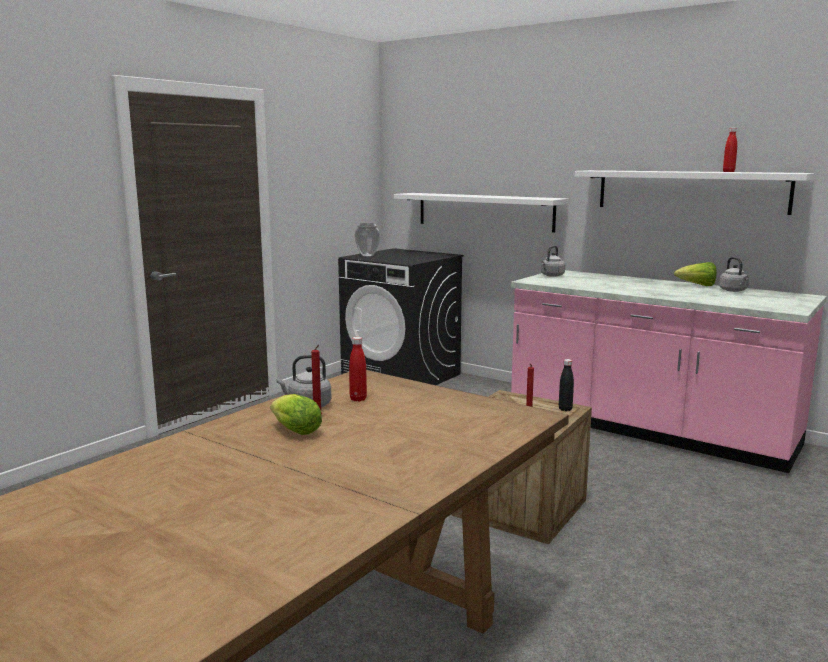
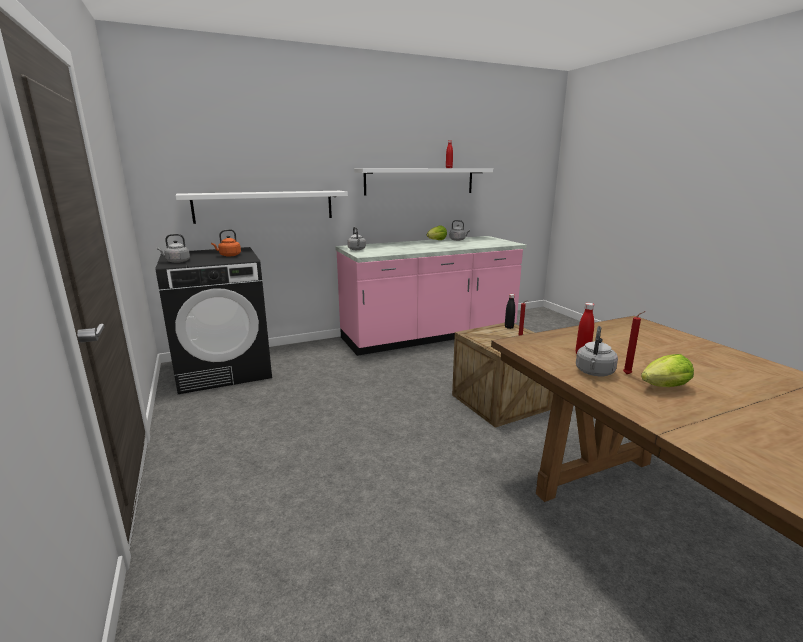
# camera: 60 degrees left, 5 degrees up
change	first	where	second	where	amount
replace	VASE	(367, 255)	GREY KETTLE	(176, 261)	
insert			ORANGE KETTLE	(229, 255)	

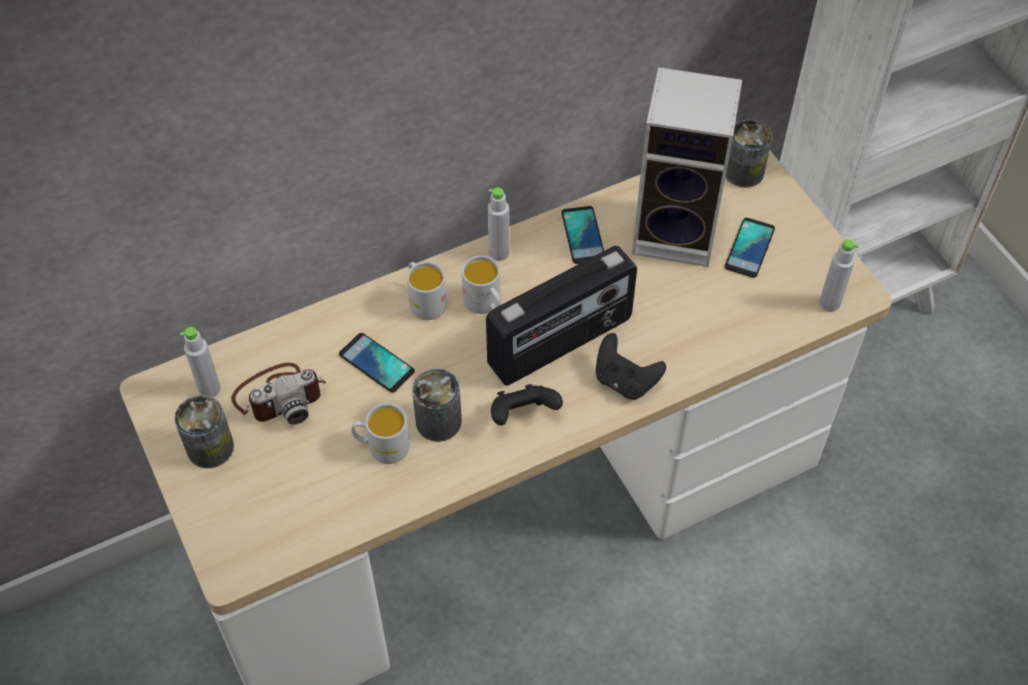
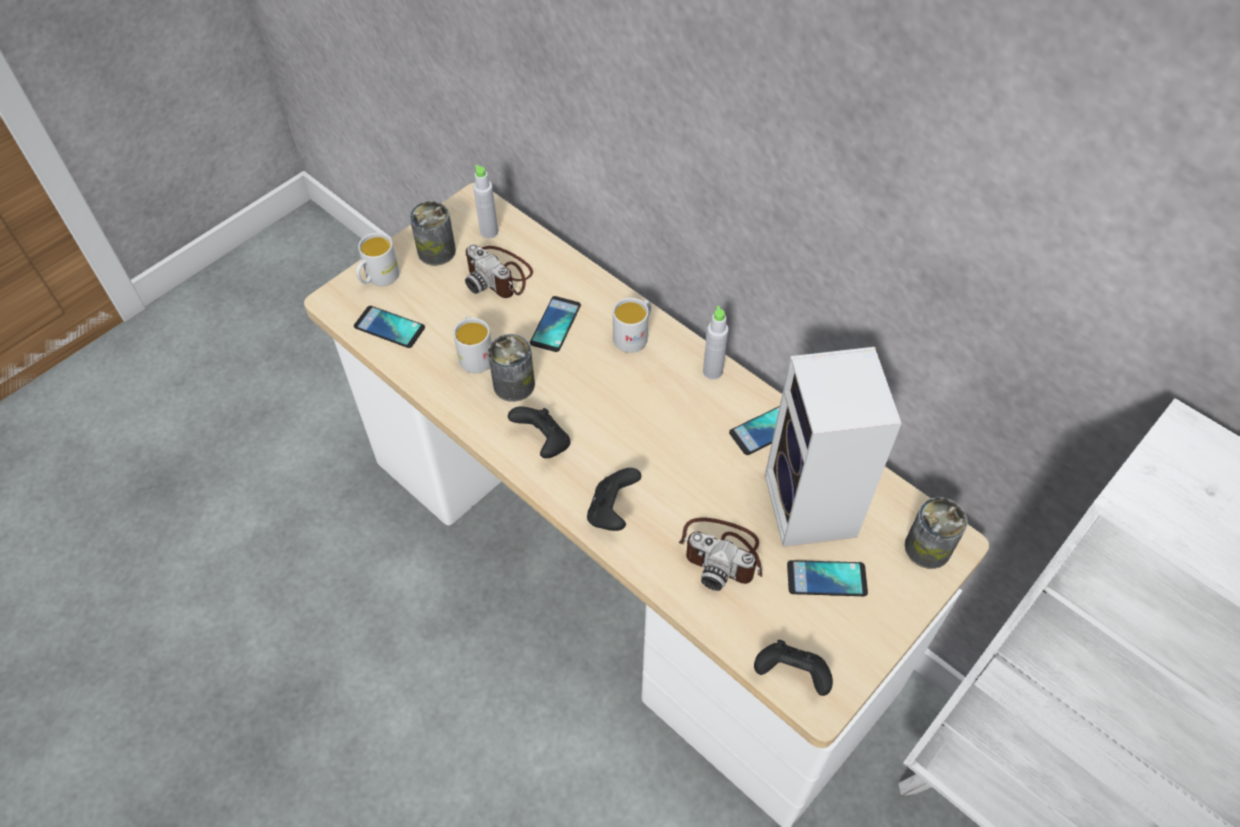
# camera: 70 degrees right, 0 degrees up
change	first	where	second	where	amount
replace	GREY BOTTLE	(829, 303)	BLACK GAME CONTROLLER	(791, 675)	
delete	RADIO	(561, 343)			
move	WHITE MUG	(485, 304)		(378, 278)	
insert			PHONE	(389, 327)	
insert			PHOTO CAMERA	(722, 553)	

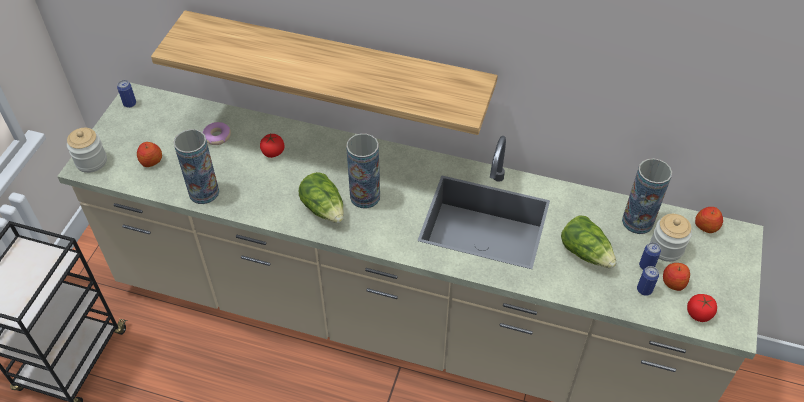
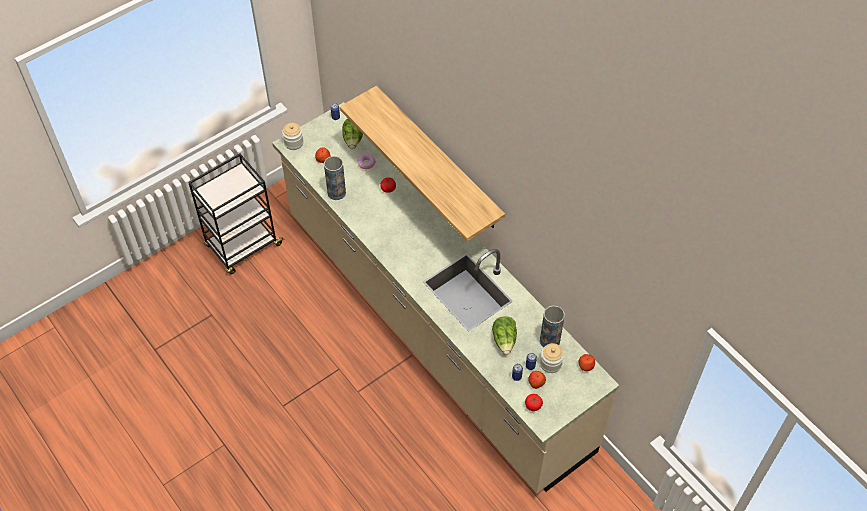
# camera: 35 degrees right, 5 degrees up
change	first	where	second	where	amount
delete	VASE	(365, 196)			
move	LETTUCE	(324, 208)		(353, 139)	

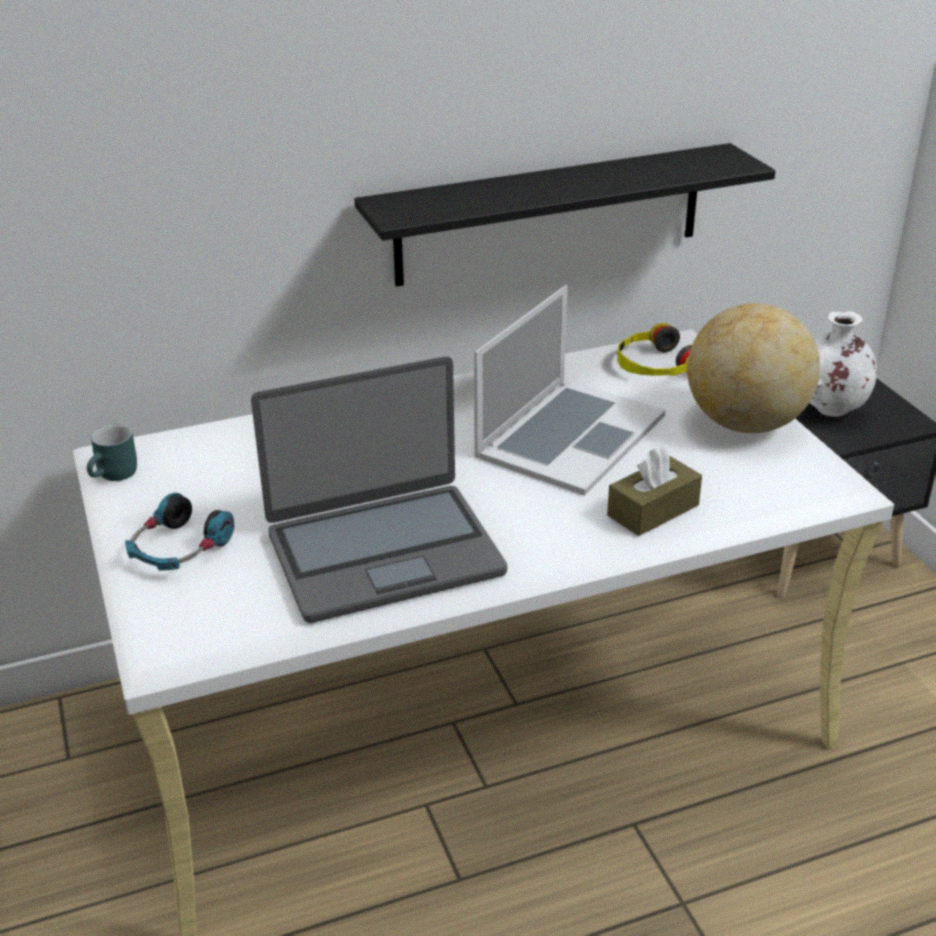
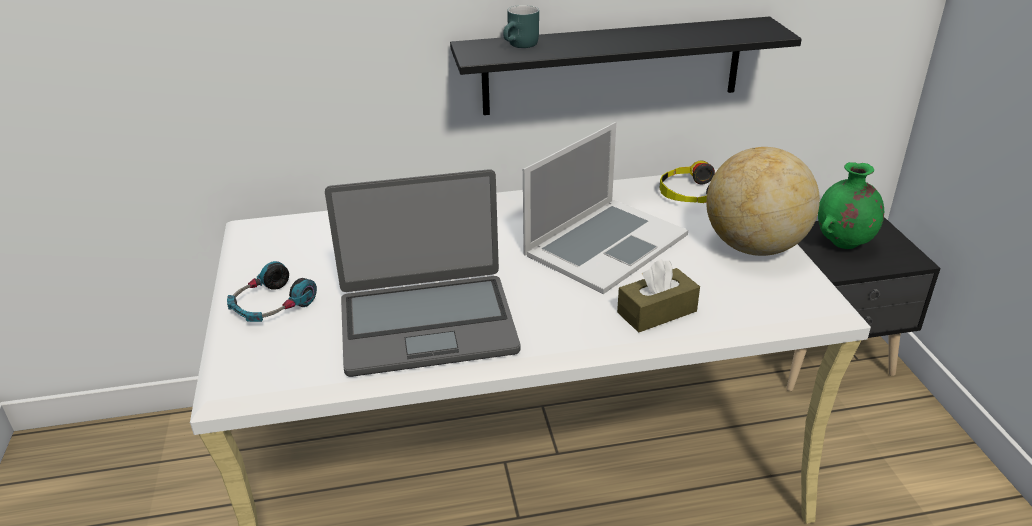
# camera: 10 degrees right, 0 degrees up
change	first	where	second	where	amount
recolor	WHITE VASE	(830, 411)	GREEN VASE	(843, 244)	
move	TURQUOISE MUG	(116, 476)		(522, 45)	

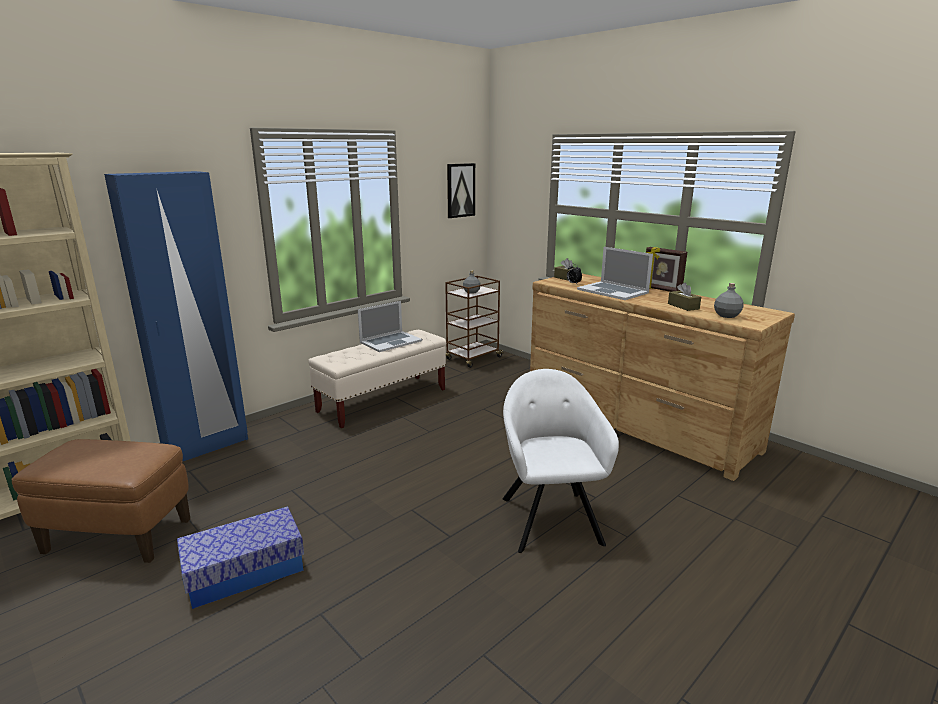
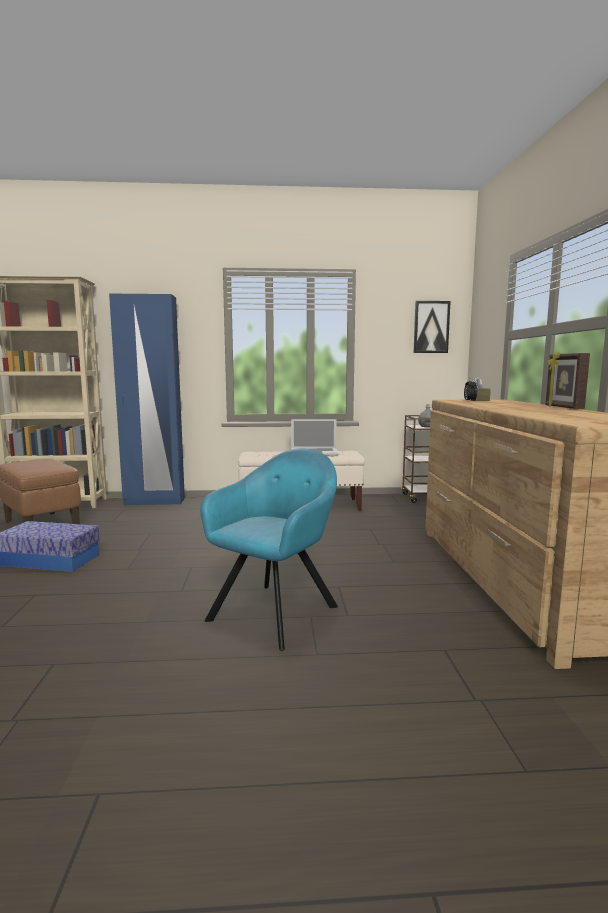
# camera: 40 degrees right, 10 degrees down
change	first	where	second	where	amount
delete	LAPTOP	(613, 291)			
delete	BROWN TISSUE BOX	(683, 306)			
delete	GREY BOTTLE	(727, 316)			
recolor	WHITE ARMCHAIR	(549, 517)	TURQUOISE ARMCHAIR	(276, 611)	

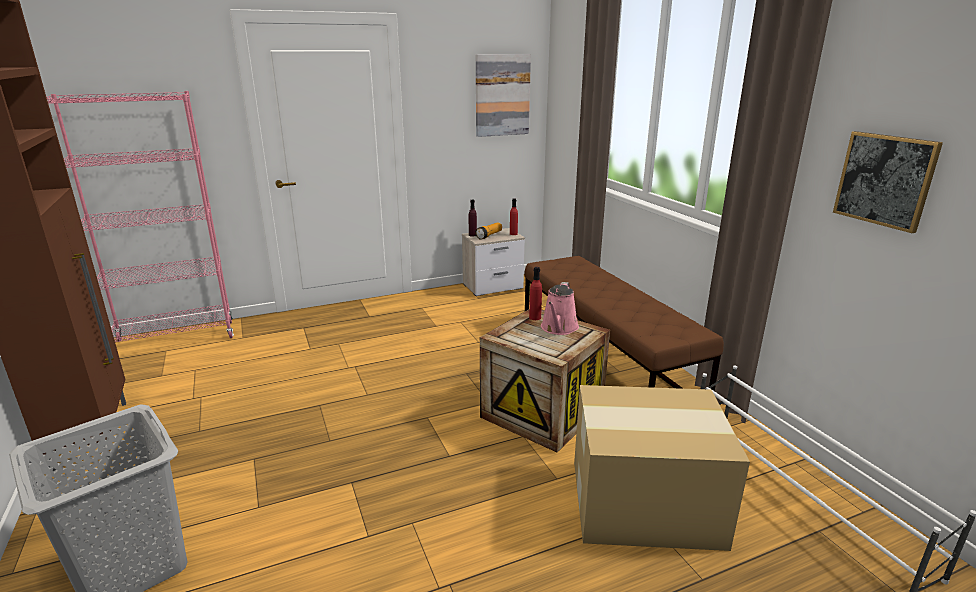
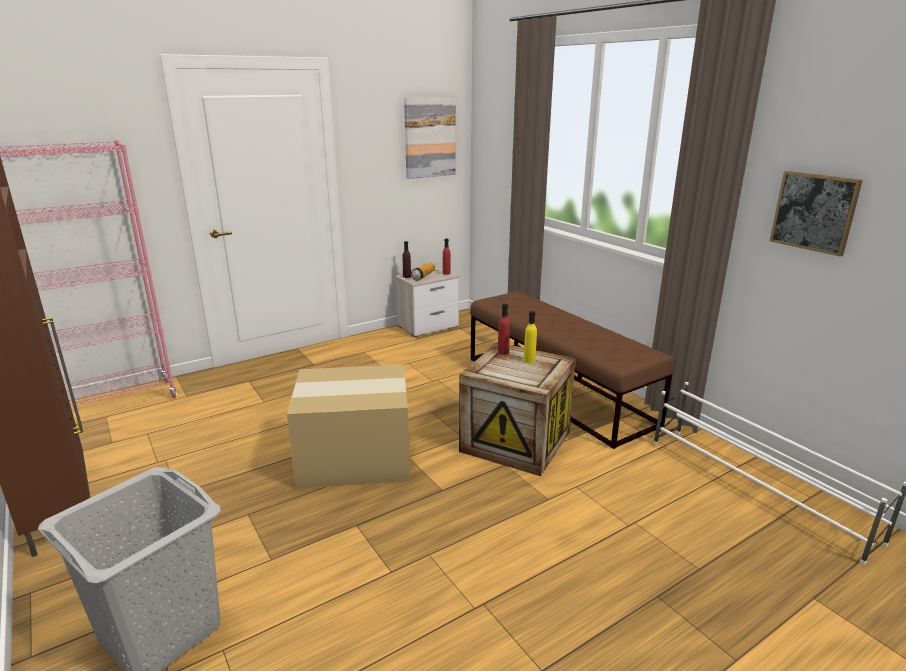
# camera: 10 degrees left, 0 degrees up
change	first	where	second	where	amount
replace	PINK WATERING CAN	(559, 328)	YELLOW BOTTLE	(529, 360)	
move	CARDBOARD BOX	(647, 503)		(357, 457)	

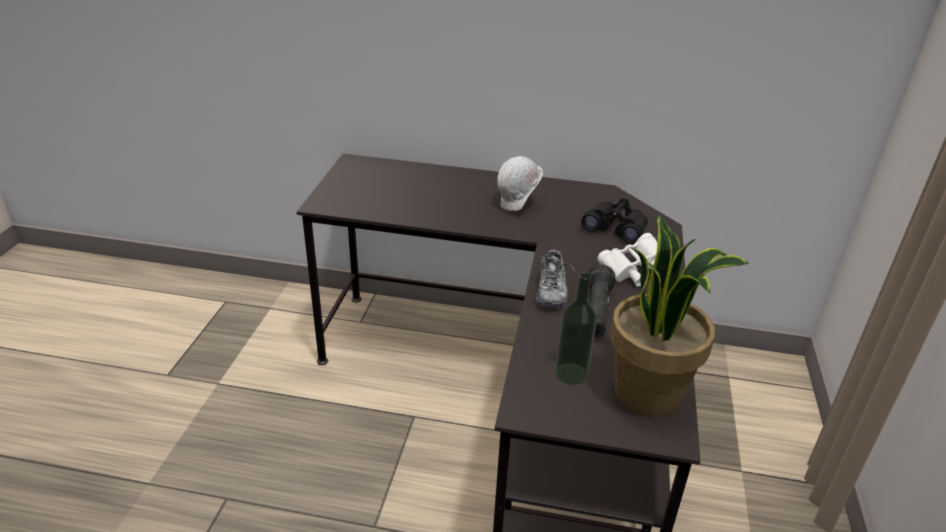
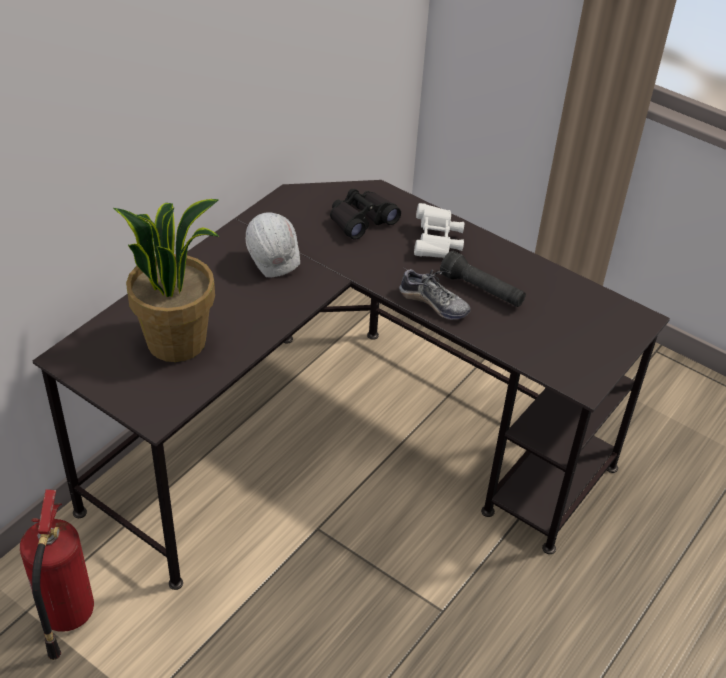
# camera: 65 degrees left, 10 degrees up
change	first	where	second	where	amount
move	POTTED PLANT	(649, 393)		(177, 341)	
delete	BOTTLE	(571, 373)			
insert			FIRE EXTINGUISHER	(65, 616)	

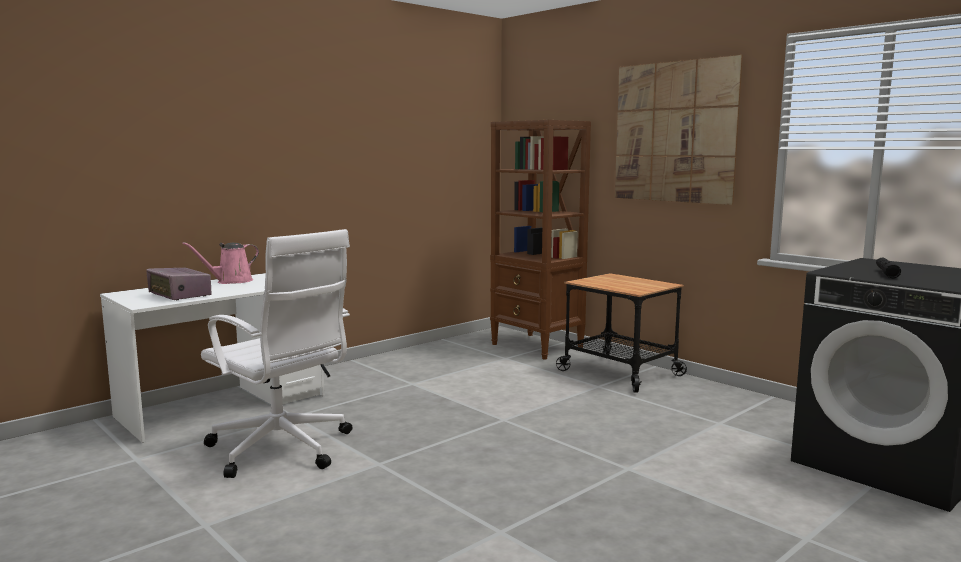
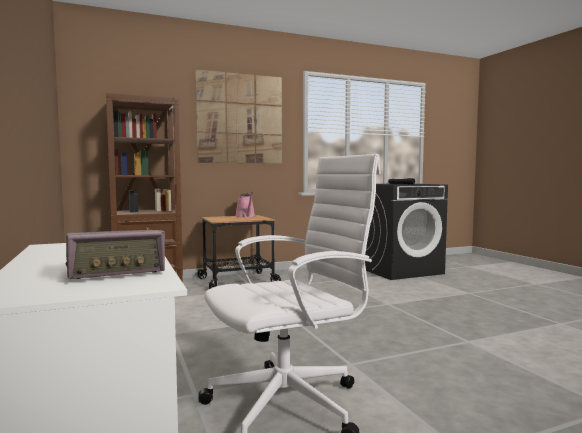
# camera: 70 degrees left, 5 degrees down
change	first	where	second	where	amount
move	PINK WATERING CAN	(231, 281)		(246, 217)	

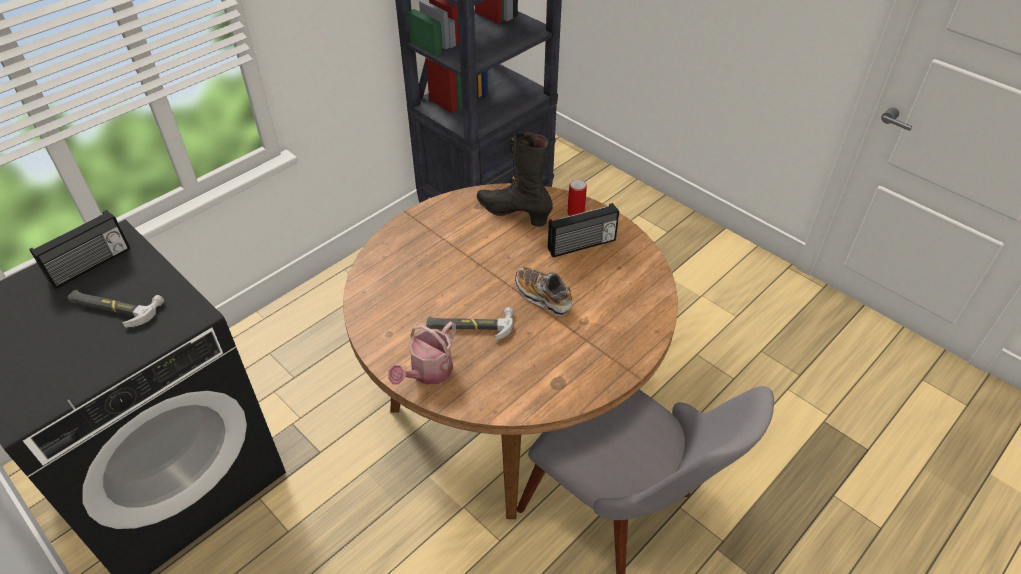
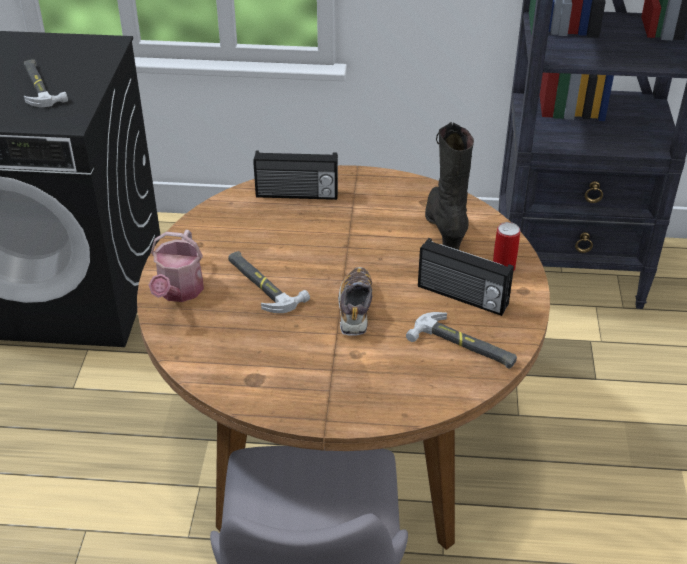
# camera: 50 degrees right, 5 degrees down
change	first	where	second	where	amount
move	RADIO	(91, 265)		(297, 195)	
rotate	WATERING CAN	(428, 373)		(179, 292)	75 degrees counterclockwise
insert			HAMMER	(463, 346)	

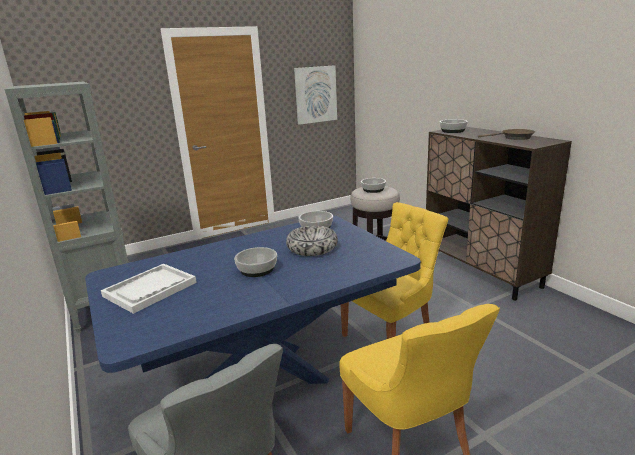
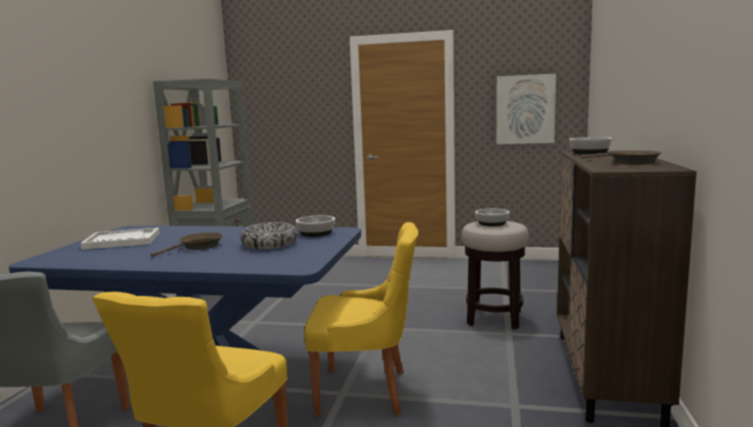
# camera: 40 degrees right, 10 degrees down
change	first	where	second	where	amount
replace	BOWL	(257, 269)	BROWN FRYING PAN	(198, 247)	

